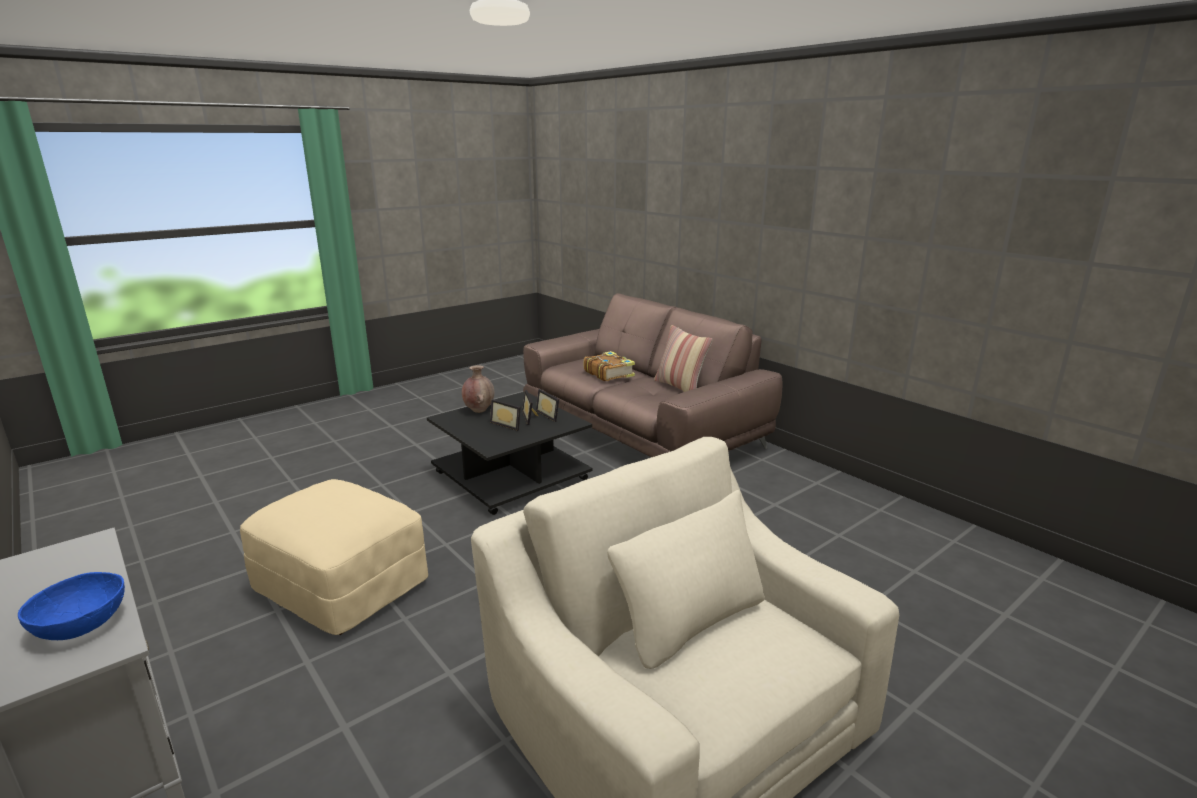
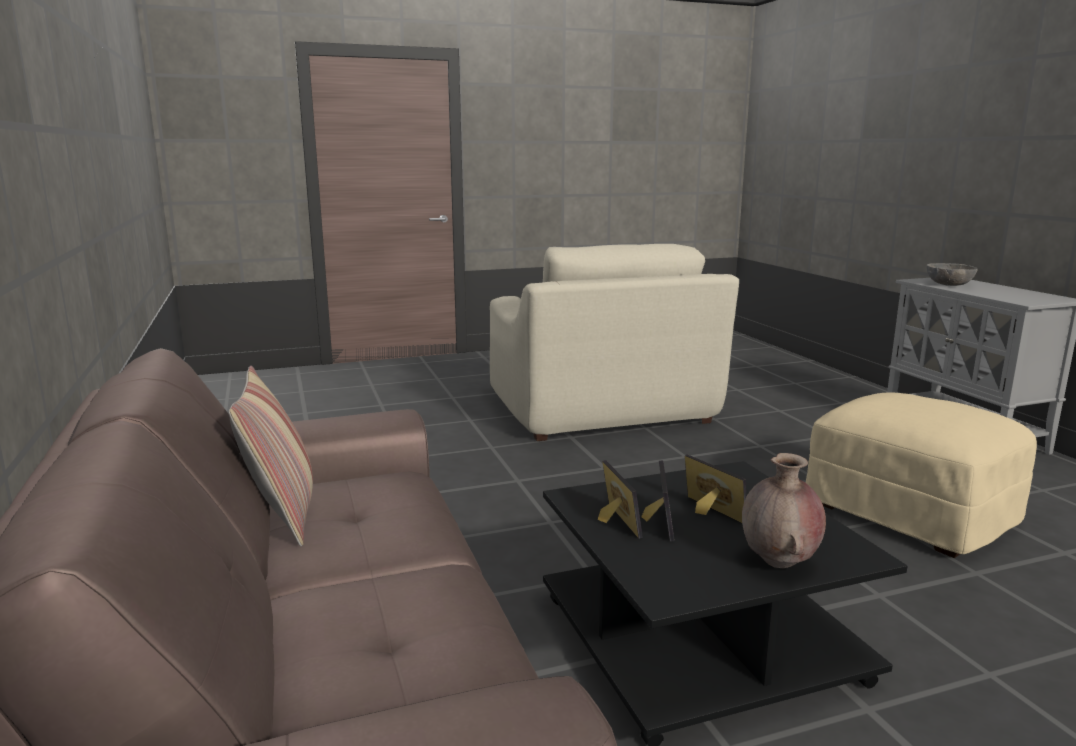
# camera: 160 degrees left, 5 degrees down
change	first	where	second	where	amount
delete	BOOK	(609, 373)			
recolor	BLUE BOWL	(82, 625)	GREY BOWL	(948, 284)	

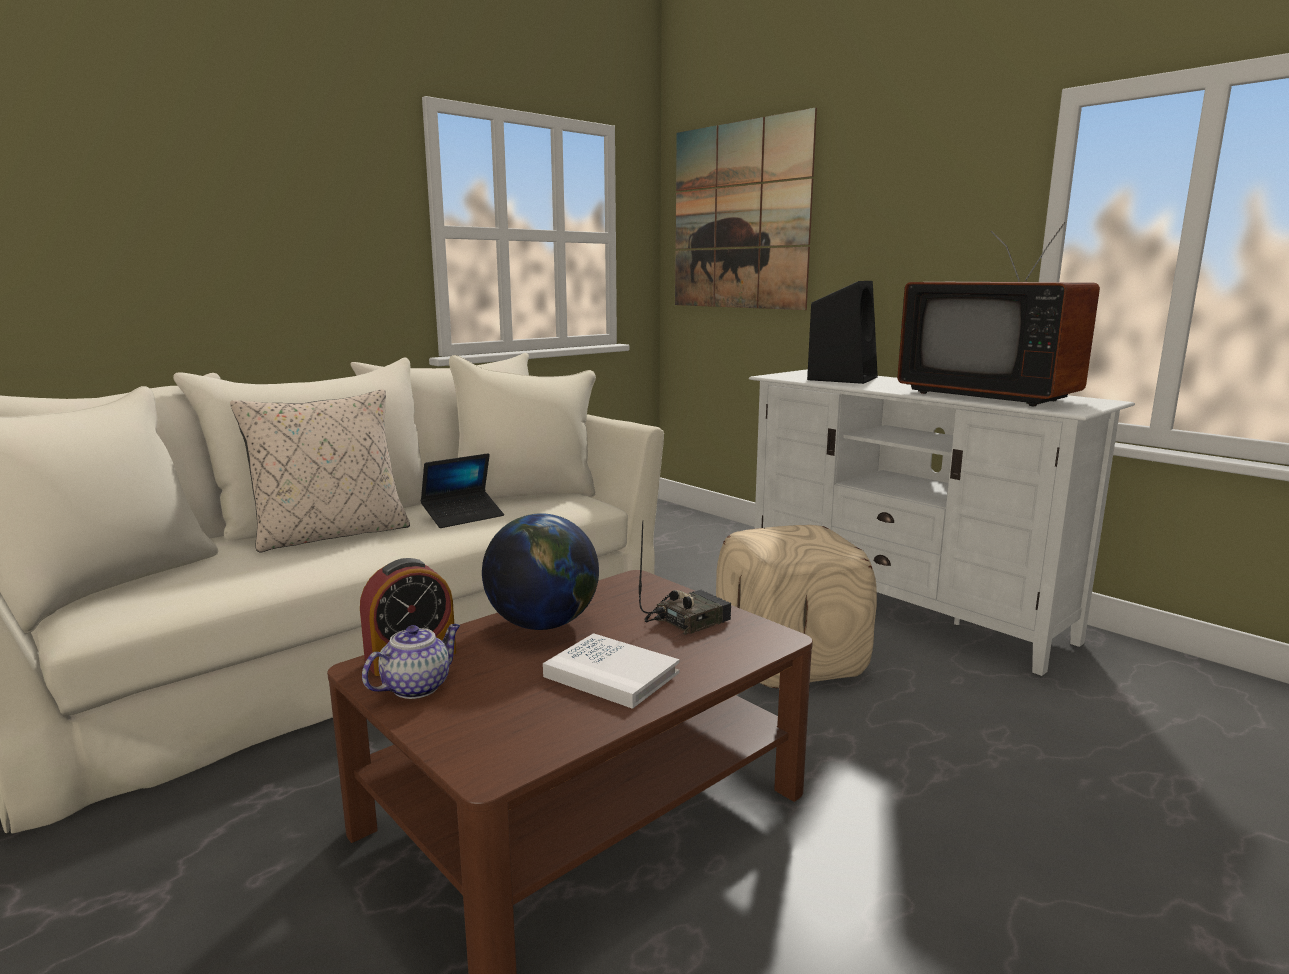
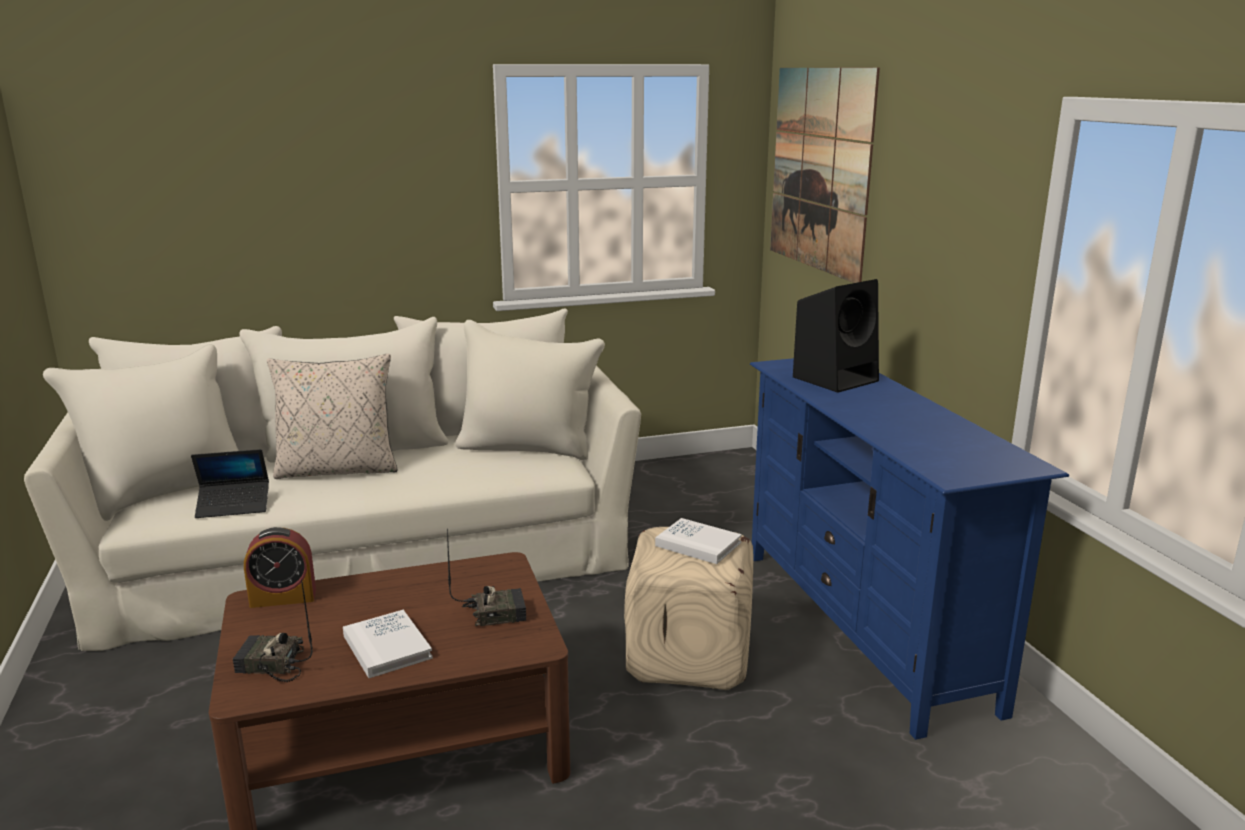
# camera: 25 degrees right, 5 degrees up
change	first	where	second	where	amount
delete	TELEVISION	(990, 395)			
recolor	WHITE TV STAND	(903, 605)	BLUE TV STAND	(865, 627)	
move	LAPTOP	(463, 516)		(234, 506)	
delete	GLOBE	(543, 624)			
delete	TEAPOT	(417, 686)			
insert			WHITE BOOK	(698, 544)	
insert			RADIO	(271, 666)	

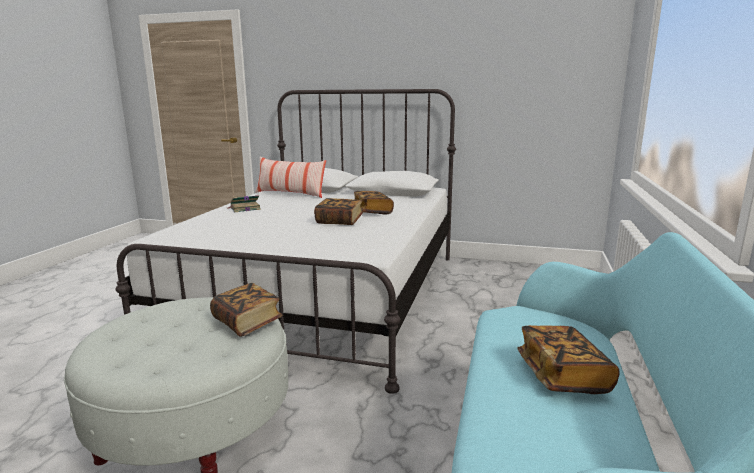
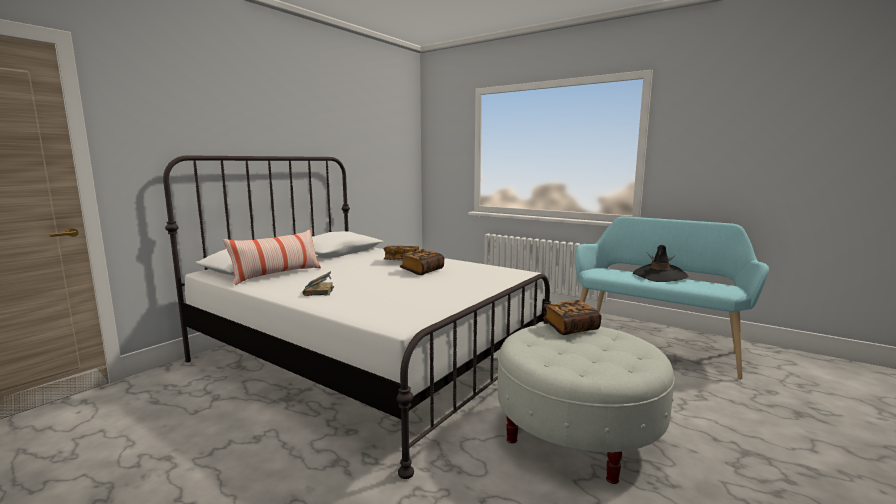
# camera: 70 degrees left, 5 degrees down
change	first	where	second	where	amount
replace	BOOK	(562, 376)	BLACK HAT	(659, 276)	

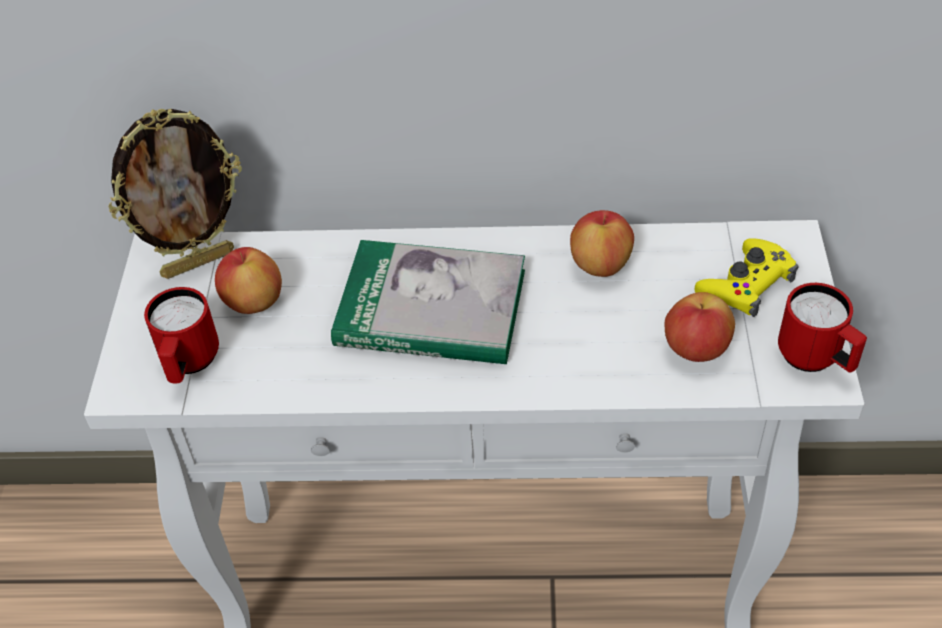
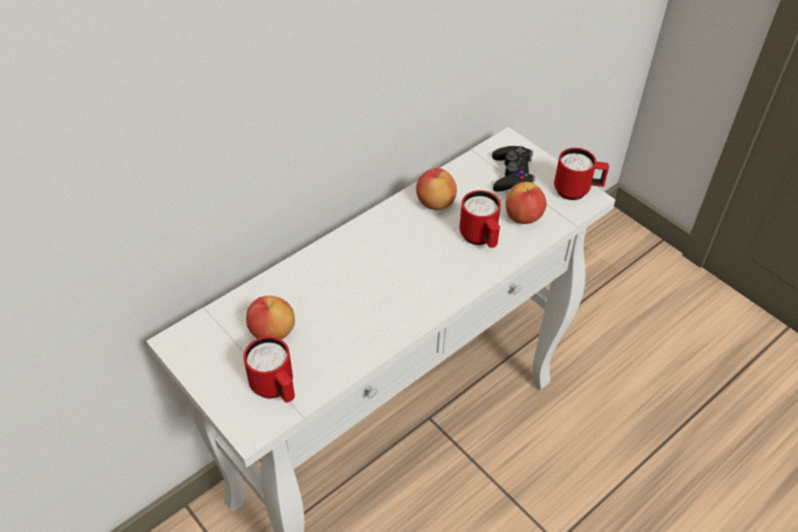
# camera: 45 degrees left, 0 degrees up
change	first	where	second	where	amount
delete	PICTURE FRAME	(198, 262)			
recolor	YELLOW GAME CONTROLLER	(746, 284)	BLACK GAME CONTROLLER	(512, 174)	
delete	BOOK	(431, 308)			
insert			RED MUG	(480, 239)	

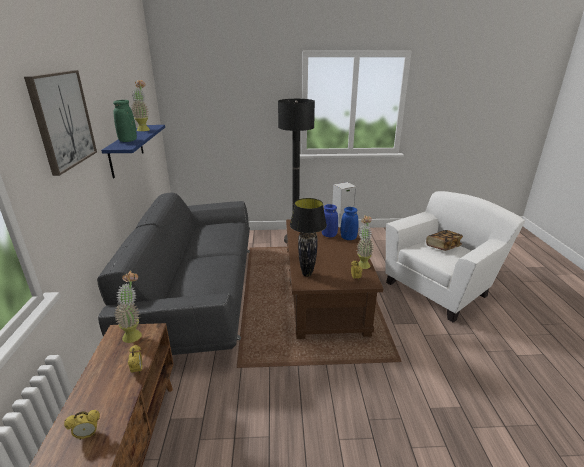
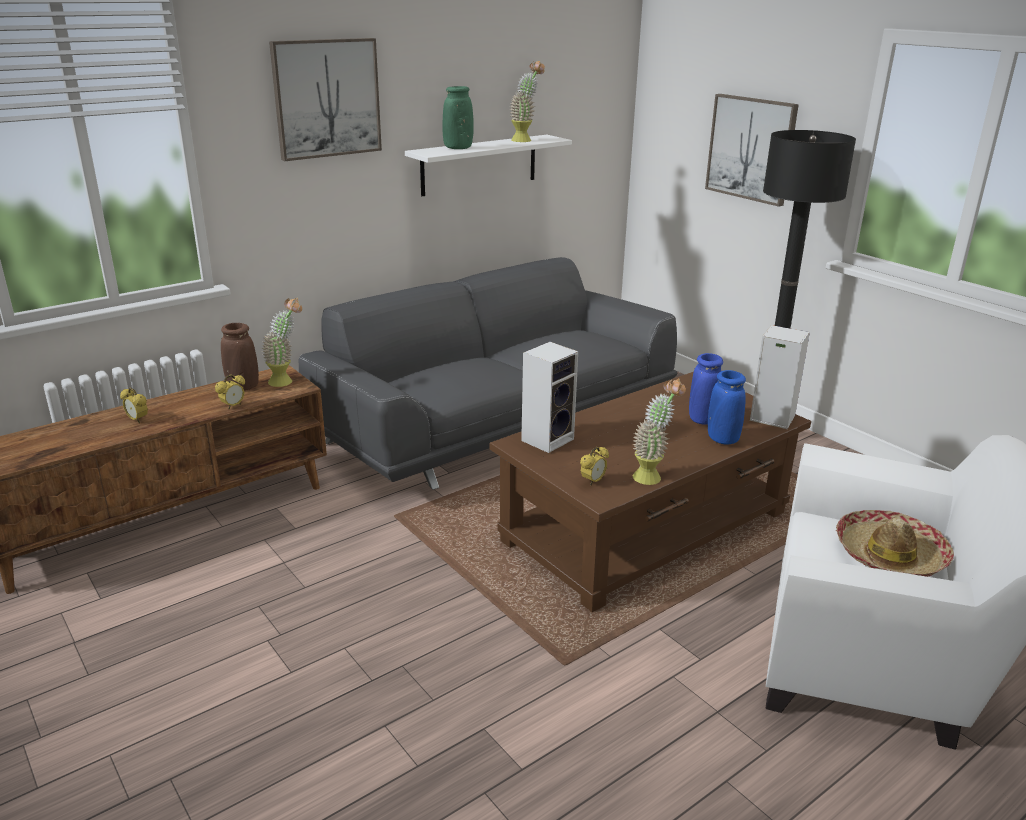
# camera: 55 degrees right, 0 degrees up
change	first	where	second	where	amount
recolor	BLUE SHELF	(126, 150)	WHITE SHELF	(479, 165)	
replace	BLACK TABLE LAMP	(306, 274)	SPEAKER	(548, 439)	
replace	BOOK	(443, 246)	HAT	(889, 555)	
insert			PICTURE	(751, 148)	
insert			BROWN VASE	(243, 387)	

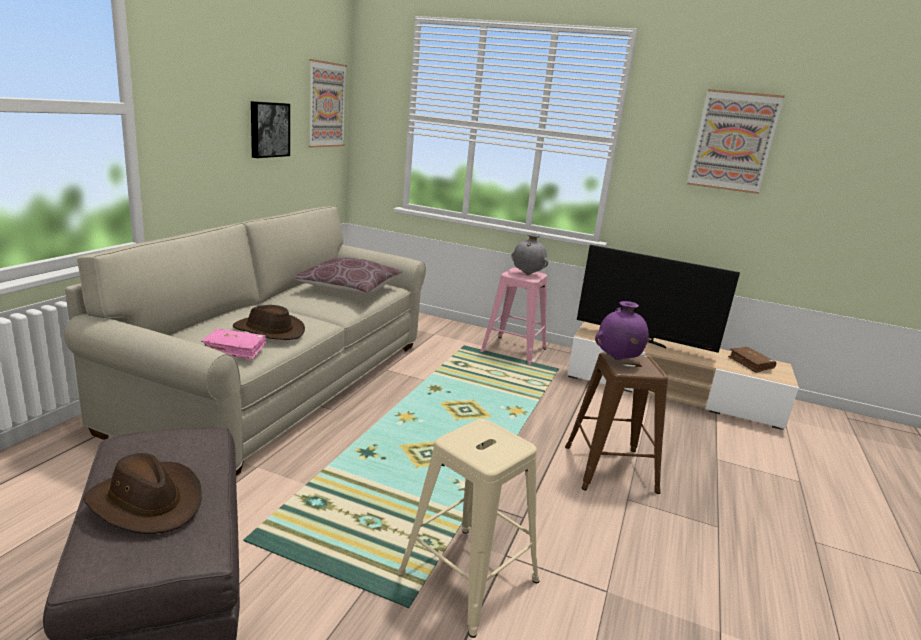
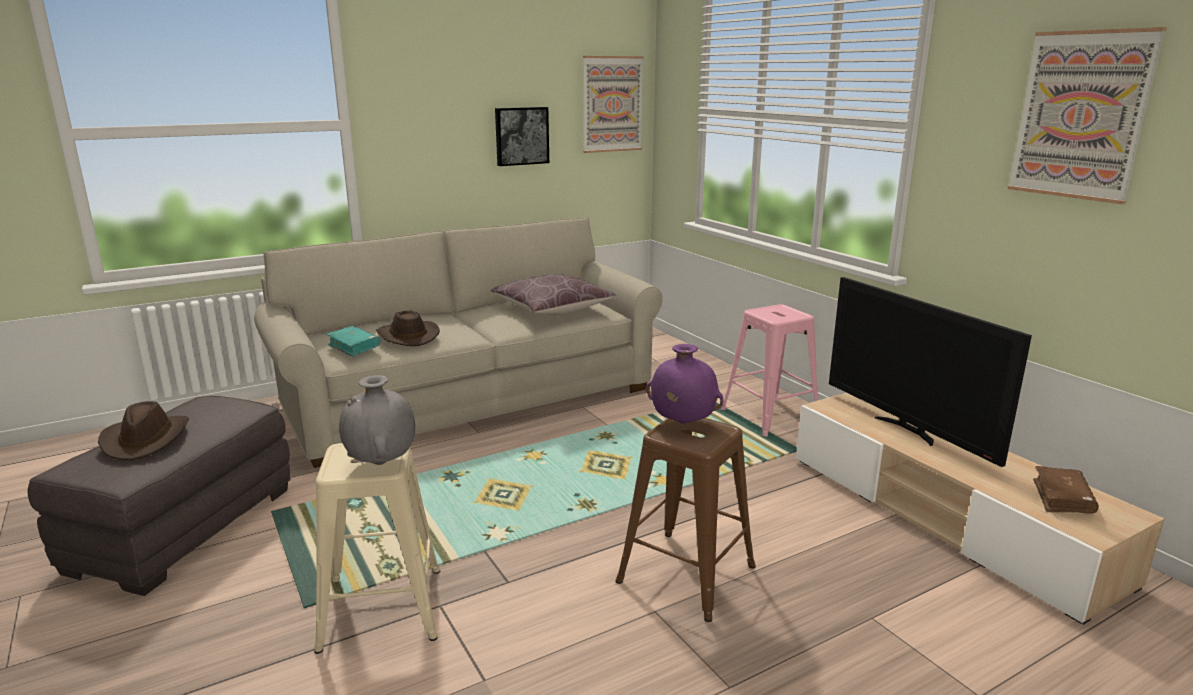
# camera: 40 degrees right, 0 degrees up
change	first	where	second	where	amount
move	GREY VASE	(527, 274)		(381, 463)	
recolor	PINK BOOK	(235, 350)	TURQUOISE BOOK	(354, 347)	

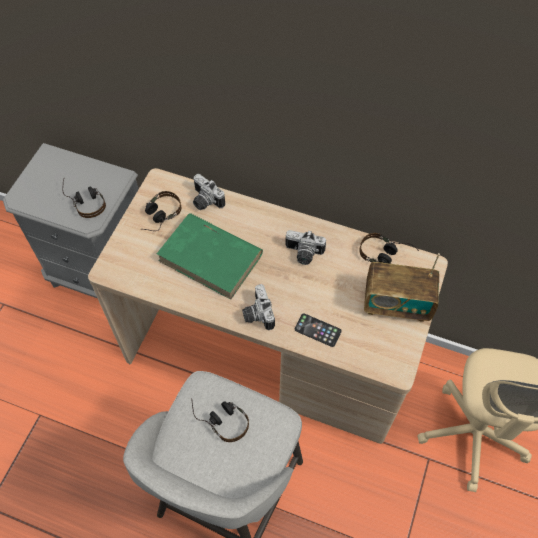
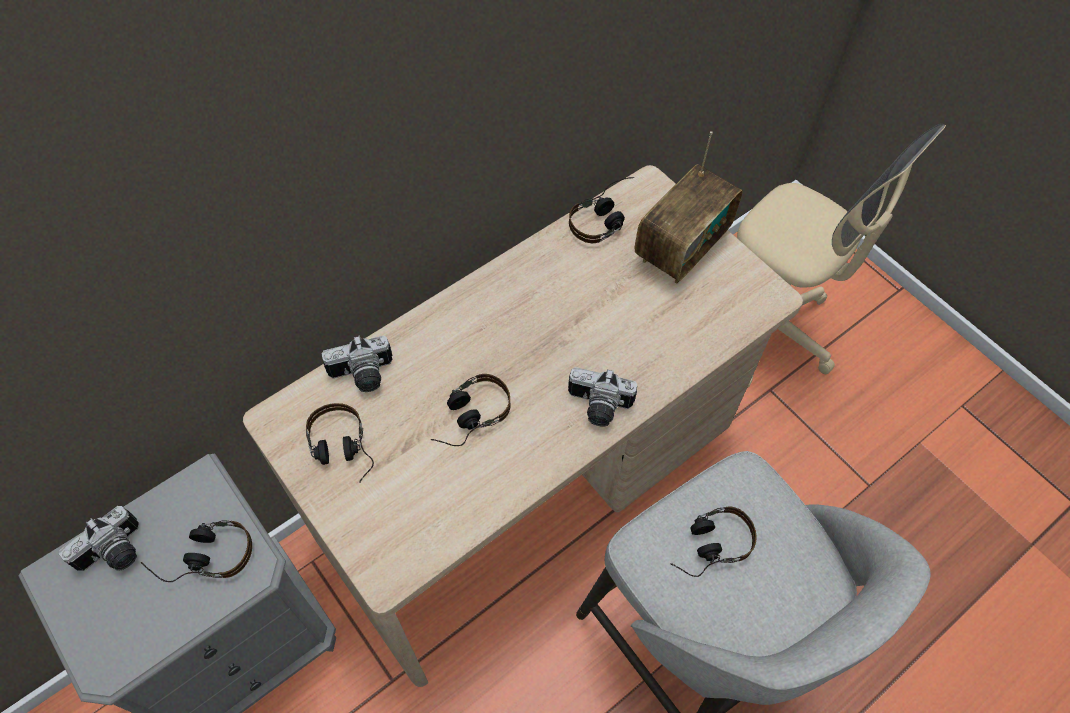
# camera: 60 degrees left, 0 degrees up
change	first	where	second	where	amount
replace	GREEN BOOK	(211, 258)	HEADPHONES	(467, 417)	
move	PHOTO CAMERA	(303, 254)		(115, 554)	
delete	PHONE	(317, 330)			

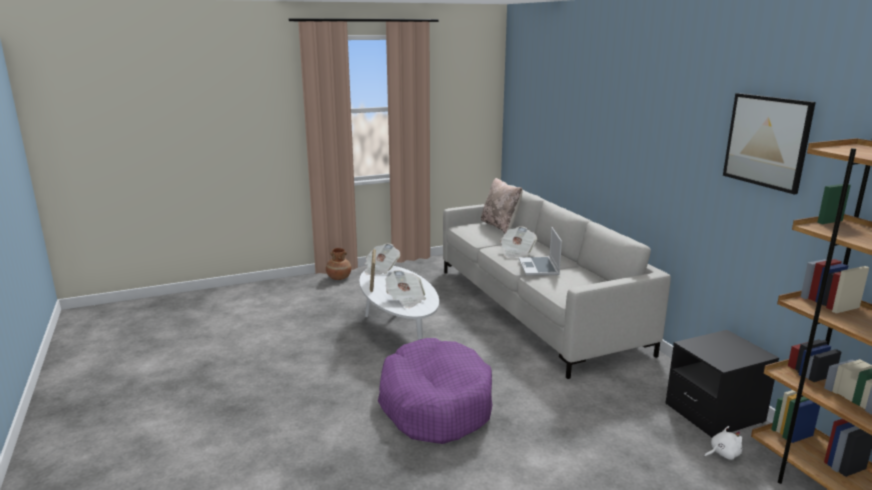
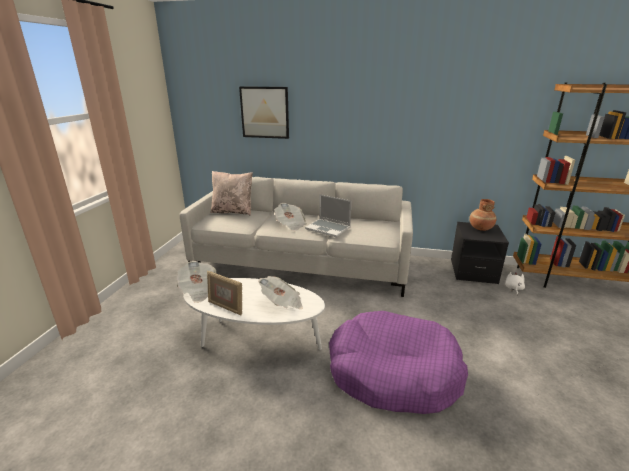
# camera: 55 degrees left, 5 degrees up
change	first	where	second	where	amount
move	PICTURE	(767, 141)		(265, 112)	
move	BROWN VASE	(338, 278)		(480, 228)	

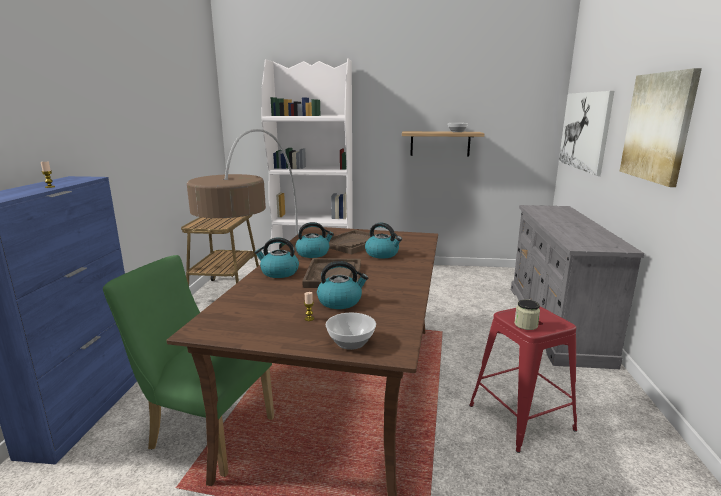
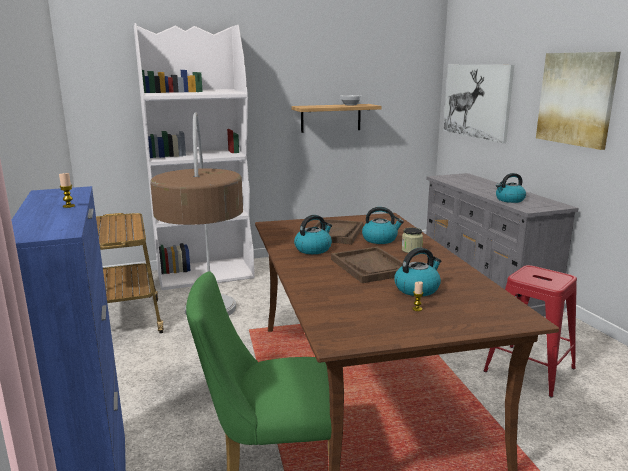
# camera: 25 degrees left, 0 degrees up
change	first	where	second	where	amount
move	KETTLE	(279, 272)		(509, 200)	
move	JAR	(526, 325)		(411, 250)	
delete	BOWL	(350, 342)			

